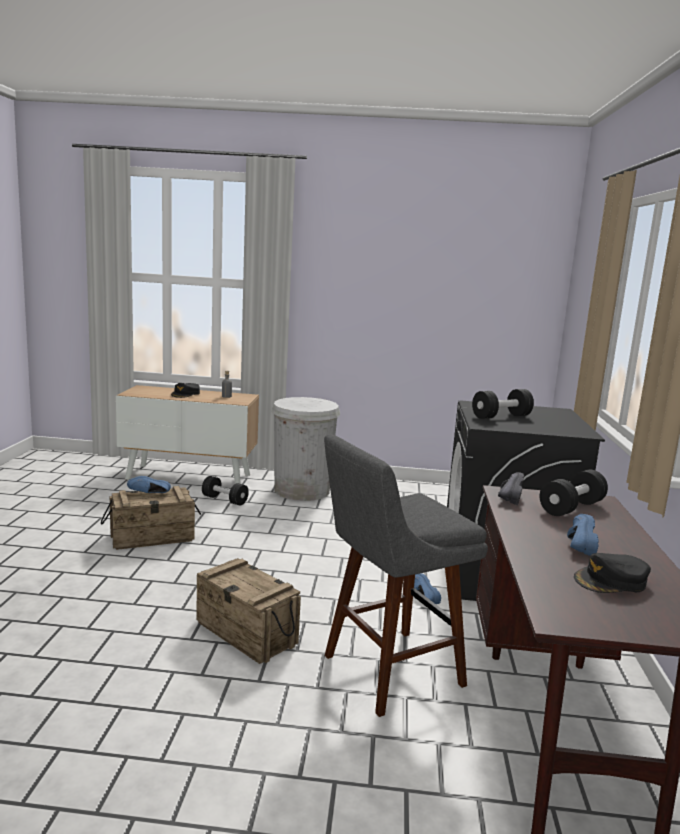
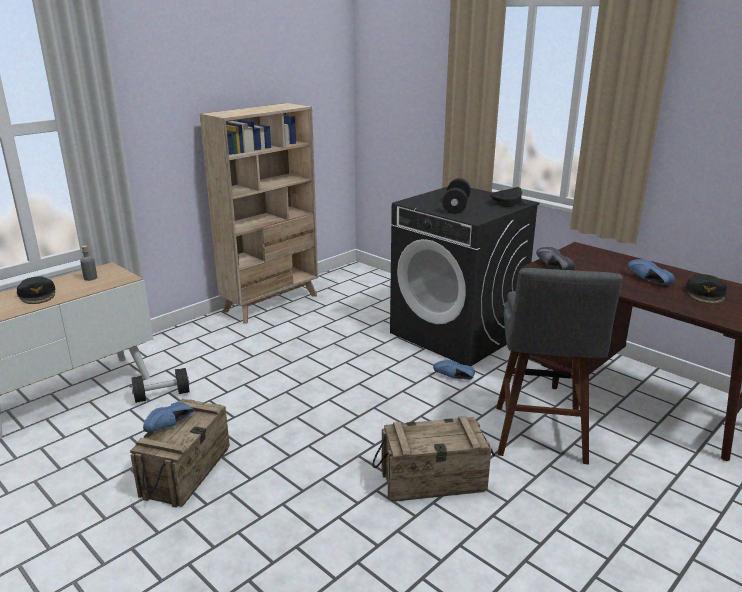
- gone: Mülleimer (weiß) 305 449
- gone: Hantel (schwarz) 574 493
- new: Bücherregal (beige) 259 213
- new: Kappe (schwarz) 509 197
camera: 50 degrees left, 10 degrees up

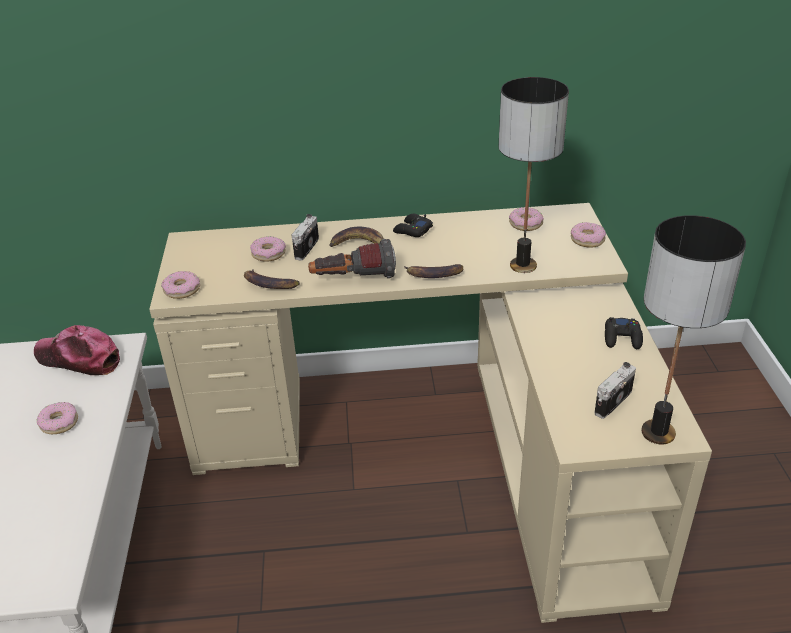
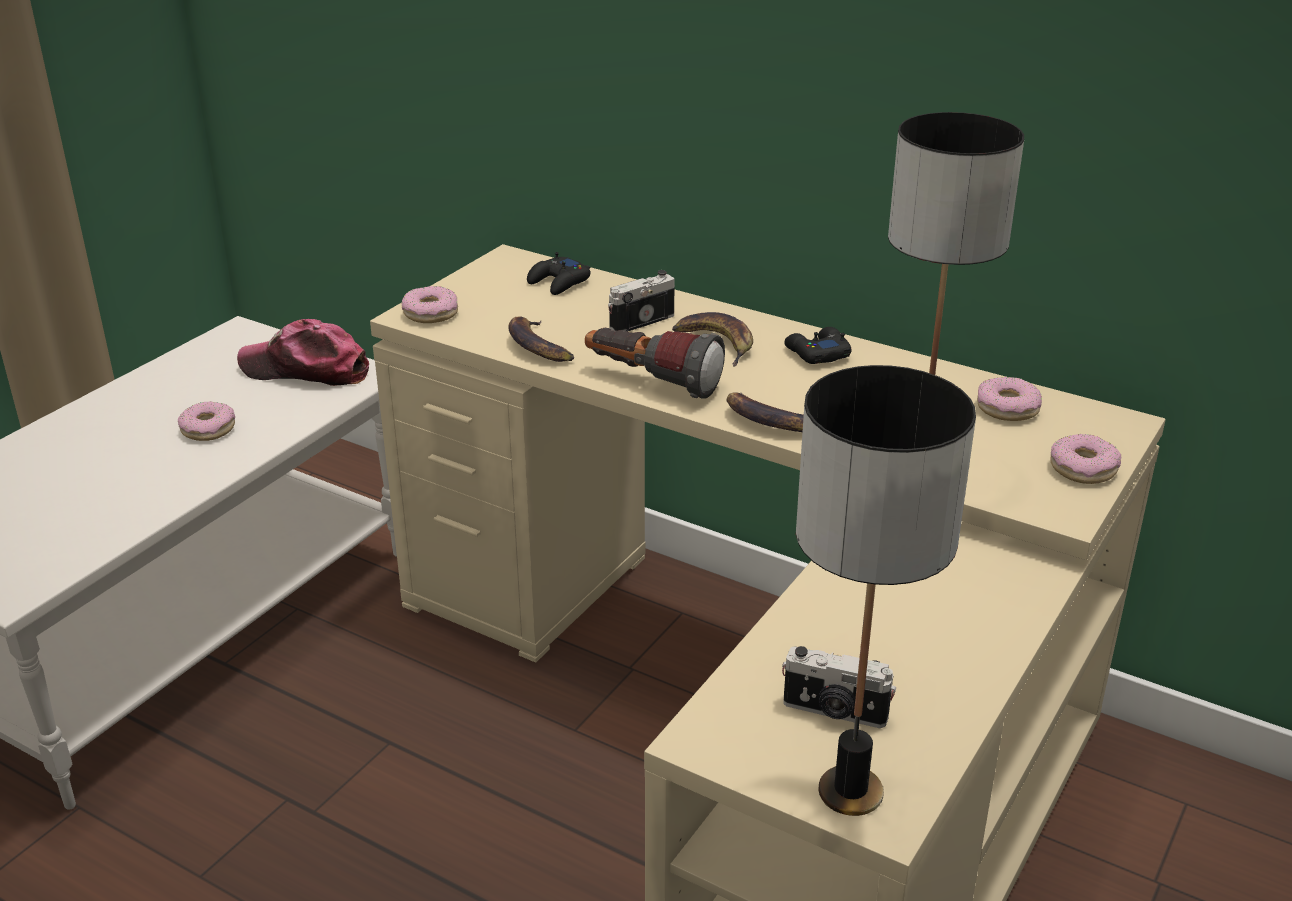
- gone: Donut 268 249
- shifted: Gamepad (schwarz) 624 333 to 558 273
- rotated: Kappe 77 350 = 303 352 45 degrees counterclockwise
- rotated: Kamera 615 390 = 839 687 150 degrees counterclockwise
camera: 35 degrees right, 5 degrees down

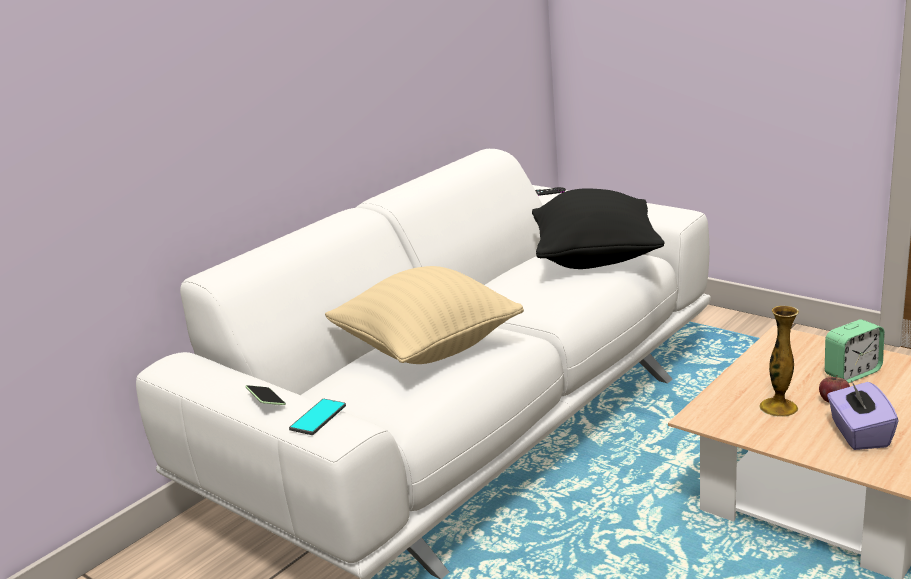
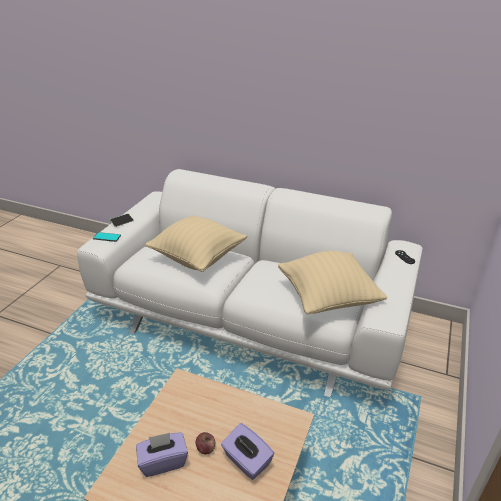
- repainted: Kissen (schwarz) 598 228 to Kissen (beige) 332 282
- gone: Vase 779 361
- swapped: Wecker 854 351 to Taschentuchbox (lila) 247 451
camera: 70 degrees right, 10 degrees up

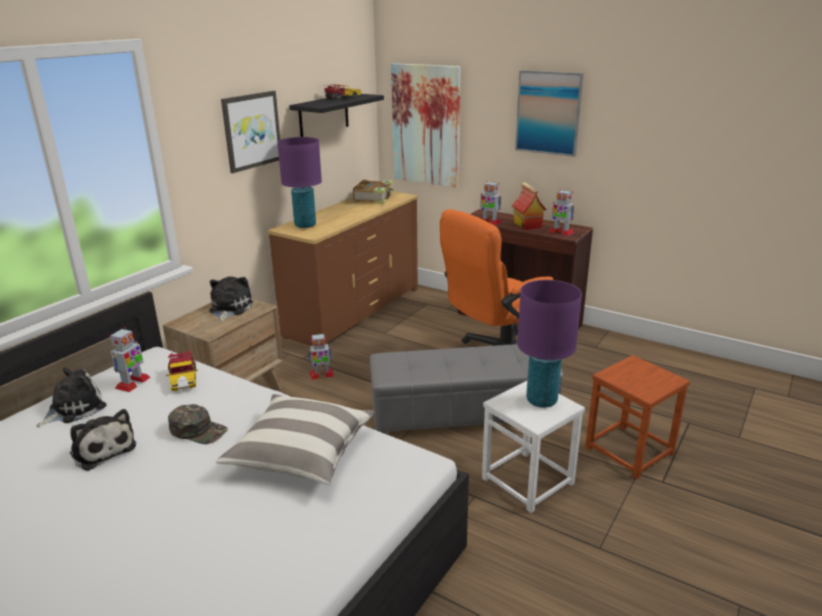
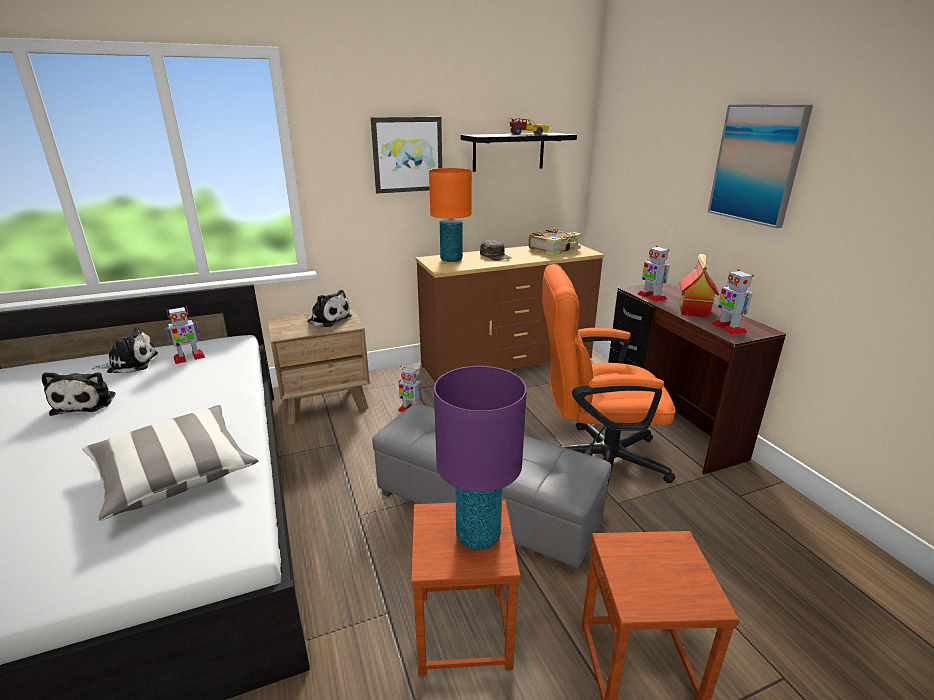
- gone: Bild 426 125
- repainted: Tischlampe (lila) 299 182 to Tischlampe (orange) 450 215
- rotated: Plüschtier 231 299 = 328 308 75 degrees clockwise
- gone: Spielzeugauto 182 370
- repainted: Hocker (weiß) 533 447 to Hocker (braun) 466 588
- shifted: Kappe (grün) 198 424 to 496 250
camera: 35 degrees right, 0 degrees up

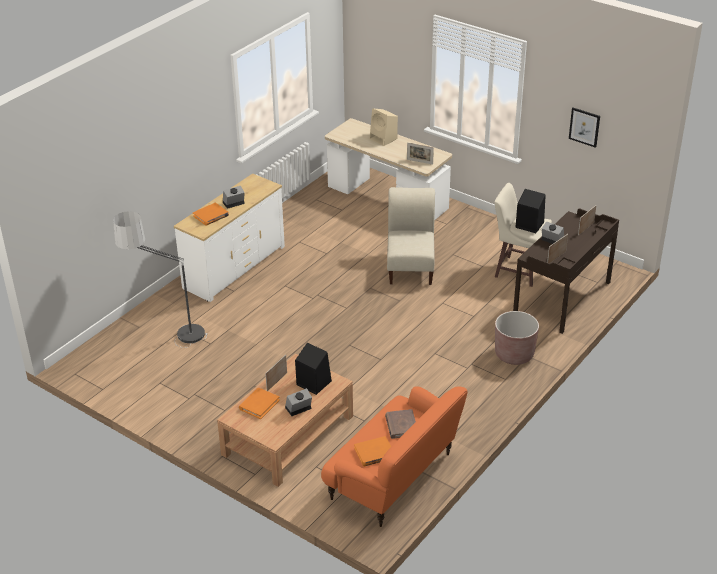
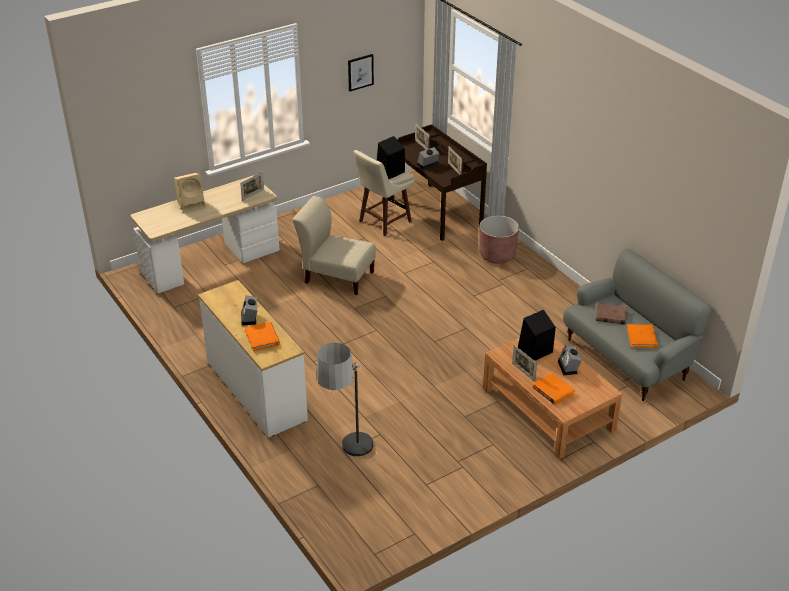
- repainted: Sofa (orange) 394 456 to Sofa (grau) 637 325
camera: 70 degrees left, 0 degrees up

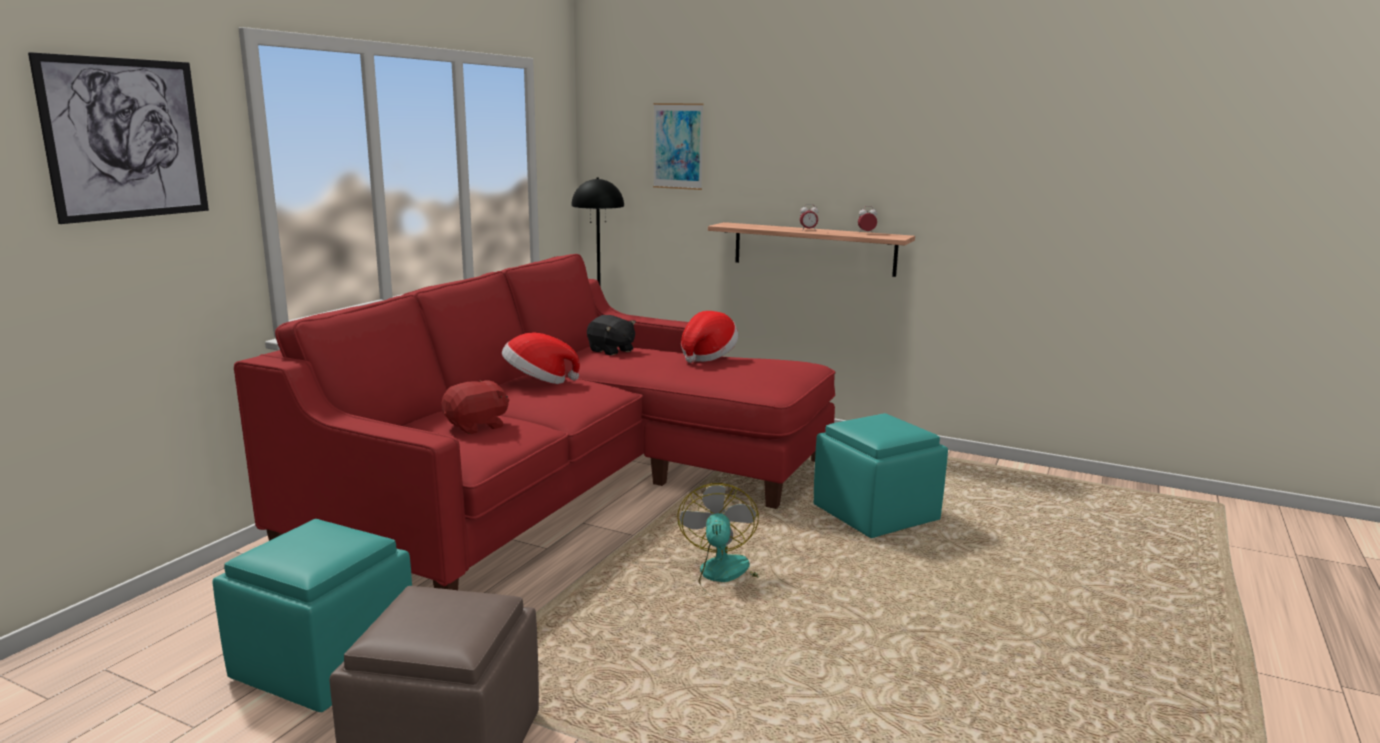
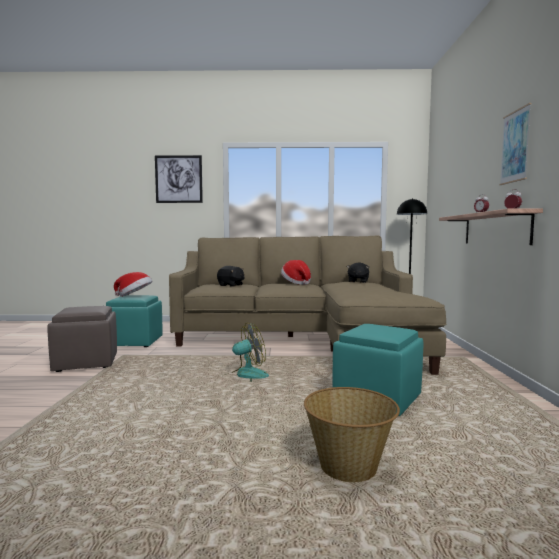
- shifted: Bild 678 146 to 515 144
- repainted: Sofa (rot) 534 422 to Sofa (beige) 307 305
- shifted: Hut 709 337 to 133 284
- repainted: Plüschtier (rot) 475 407 to Plüschtier (schwarz) 231 276
- new: Korb 352 434
camera: 65 degrees right, 10 degrees down

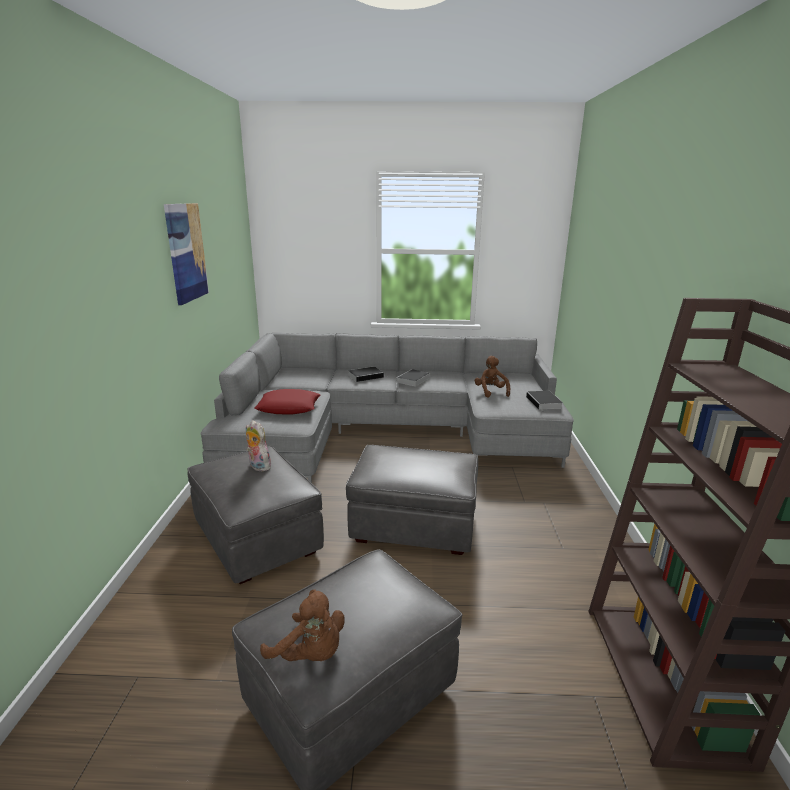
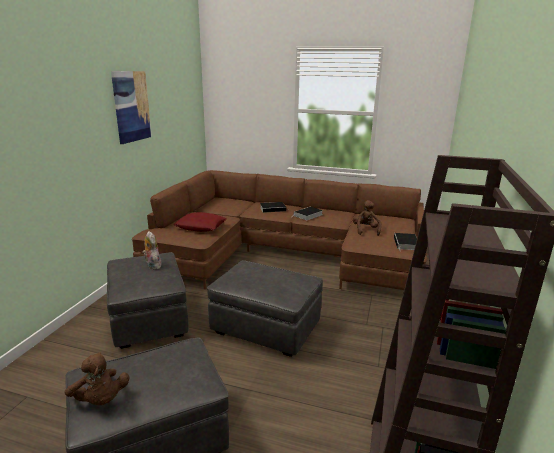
- repainted: Sofa (grau) 387 408 to Sofa (braun) 279 230
camera: 15 degrees right, 0 degrees up

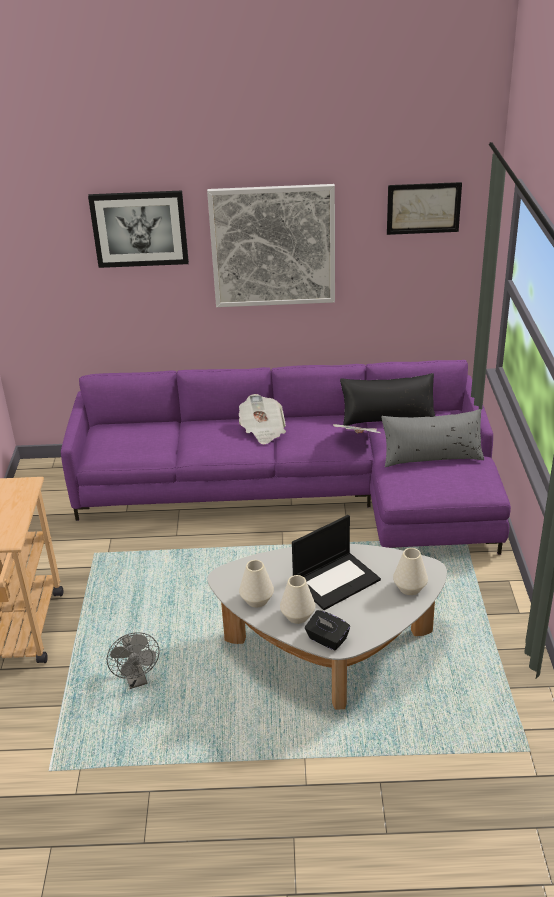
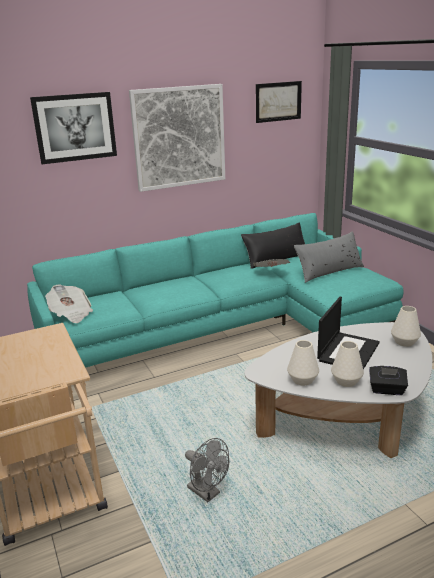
- repainted: Sofa (lila) 286 457 to Sofa (türkis) 215 290
- shifted: Zeitung 262 419 to 69 303
camera: 25 degrees left, 10 degrees down

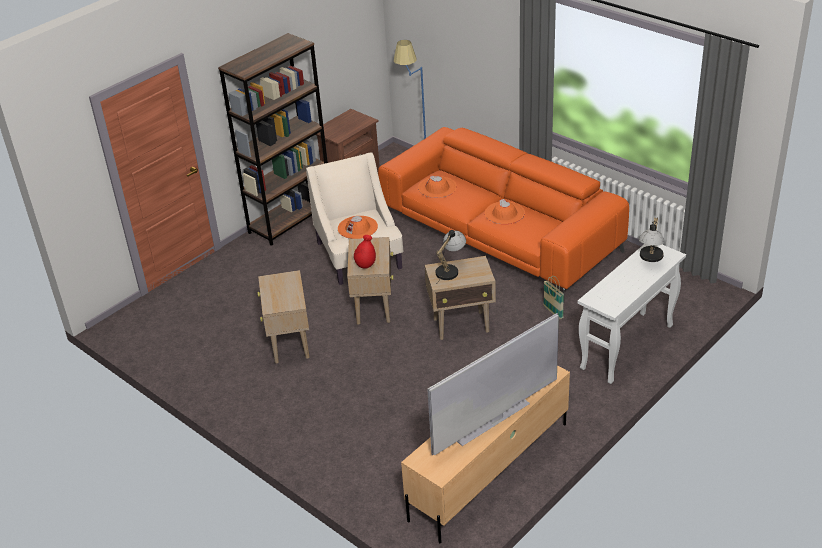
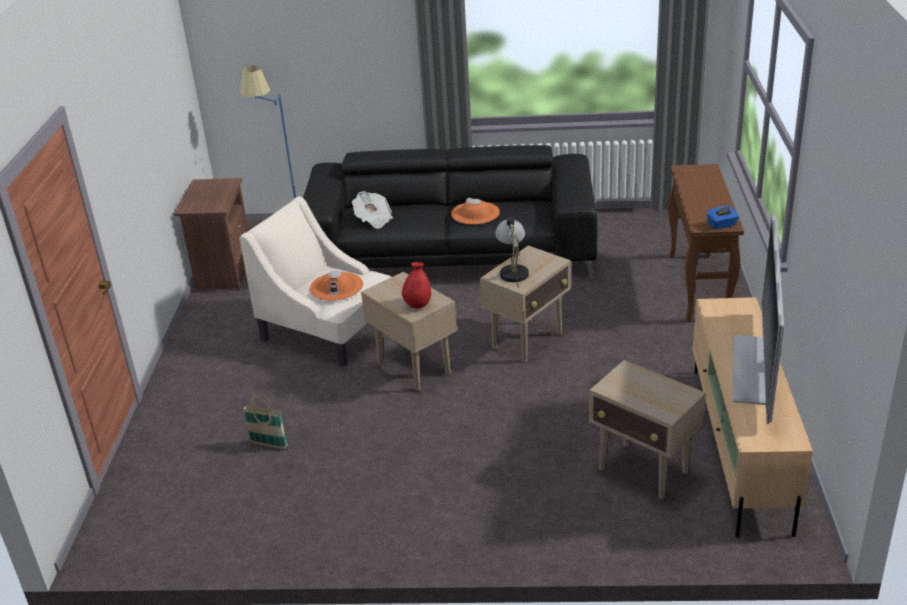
- gone: Bücherregal (braun) 273 139
- repainted: Sofa (orange) 503 215 to Sofa (schwarz) 450 212
- swapped: Hut (orange) 437 187 to Zeitung 372 210
- gone: Tischlampe 651 239
- repainted: Konsolentisch (weiß) 632 314 to Konsolentisch (braun) 706 243
- shifted: Beistelltisch (beige) 283 316 to 647 429
- shifted: Korb 553 297 to 265 421
- new: Taschentuchbox (blau) 723 218
camera: 40 degrees left, 5 degrees down

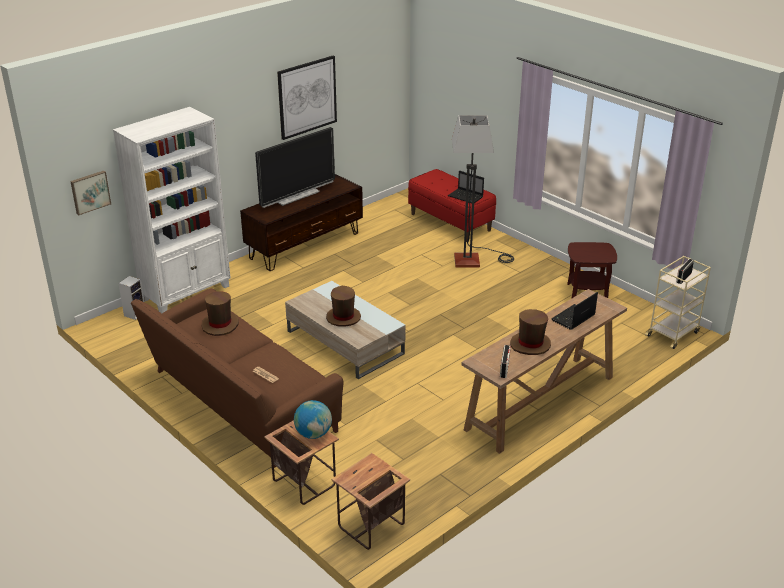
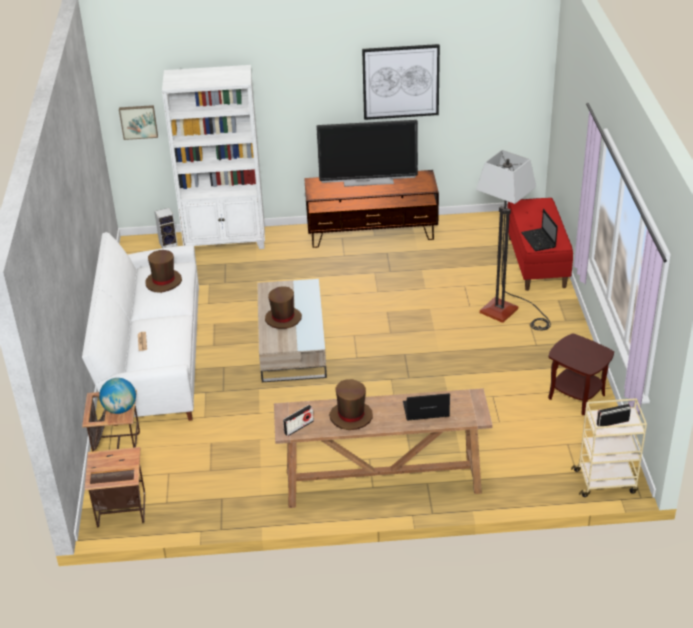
- repainted: Sofa (braun) 237 378 to Sofa (weiß) 140 329
camera: 40 degrees right, 5 degrees up

